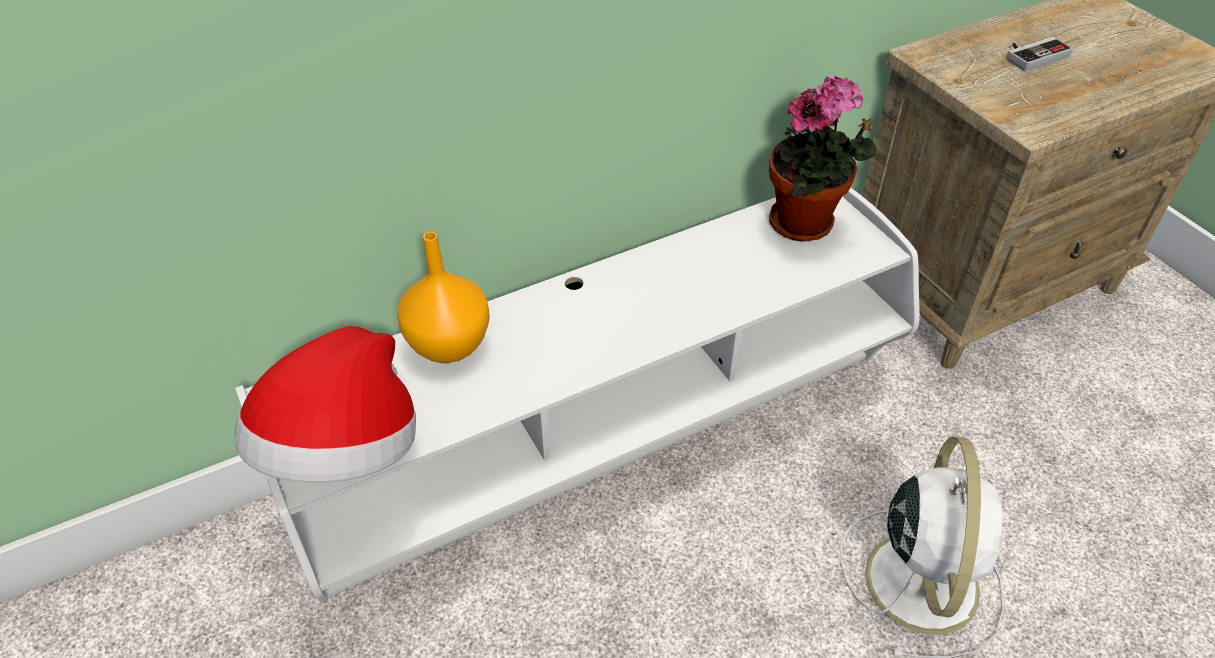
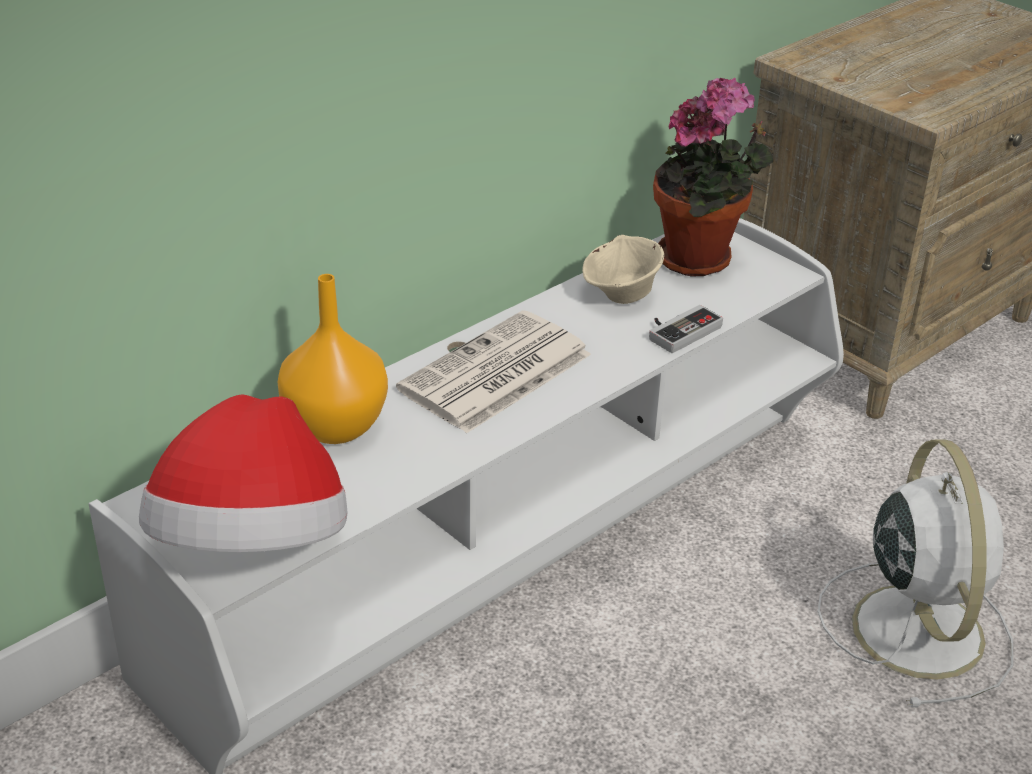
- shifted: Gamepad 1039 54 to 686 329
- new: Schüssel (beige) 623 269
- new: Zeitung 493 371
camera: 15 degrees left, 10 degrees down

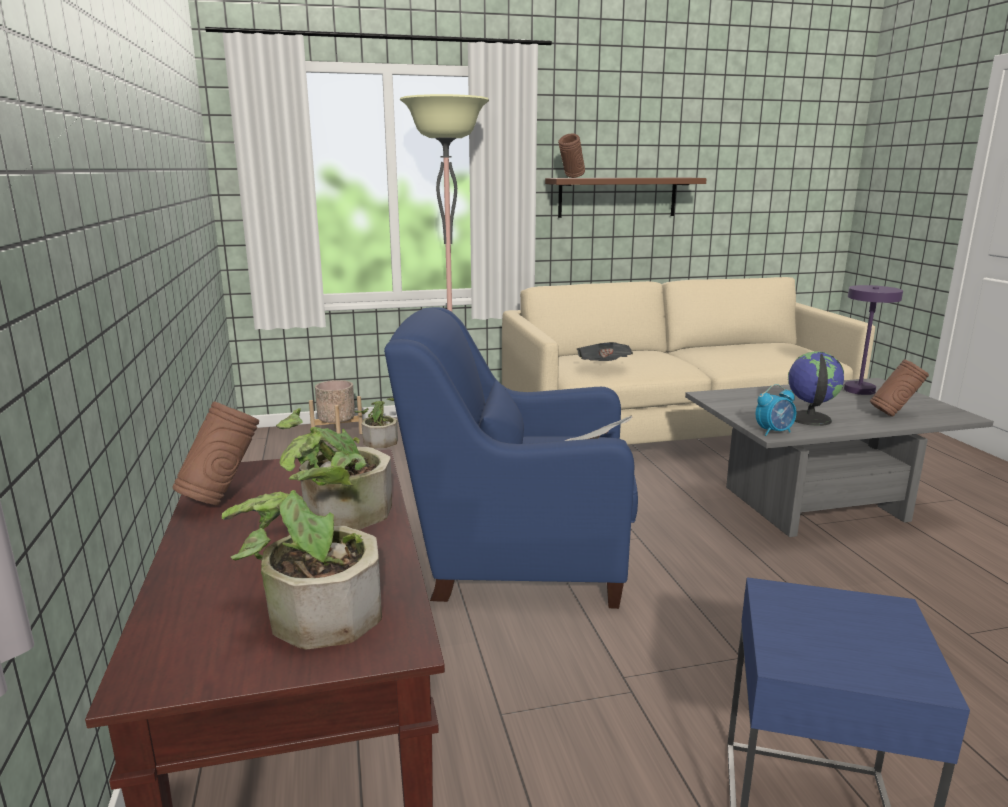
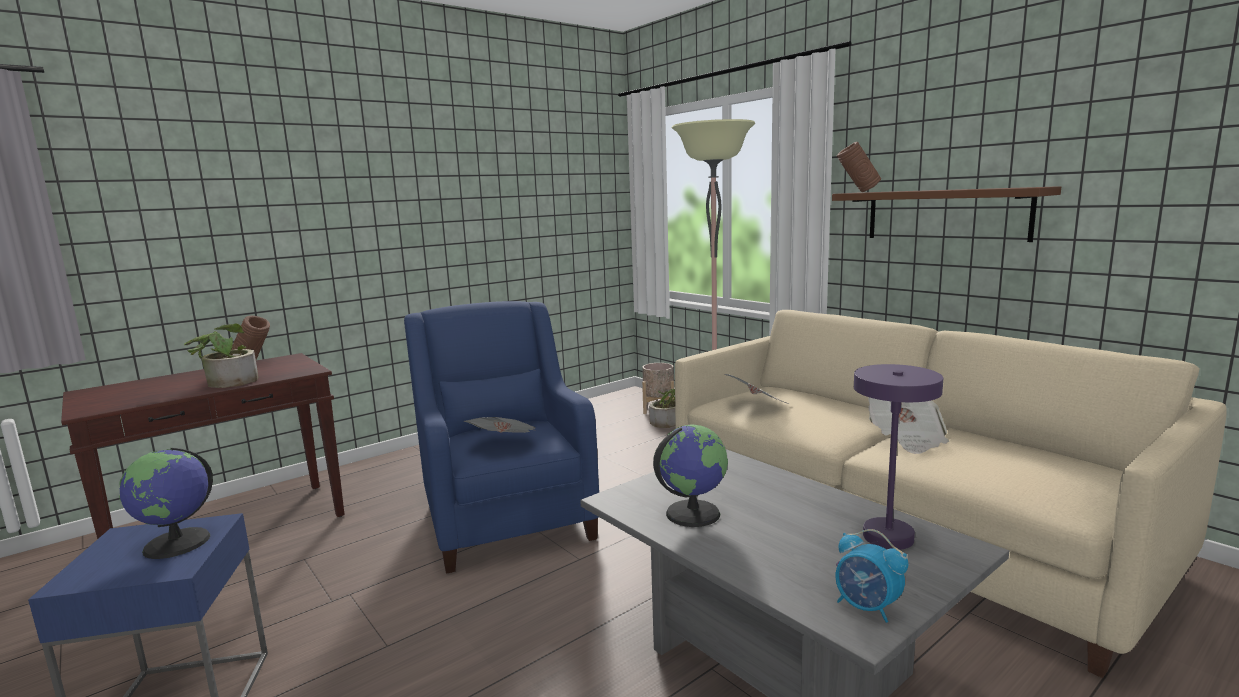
- gone: Vase (braun) 899 388
- shifted: Wecker 775 410 to 872 576
- gone: Topfpflanze 302 558
- new: Zeitung 908 425
- new: Globus 166 503
camera: 65 degrees right, 5 degrees down

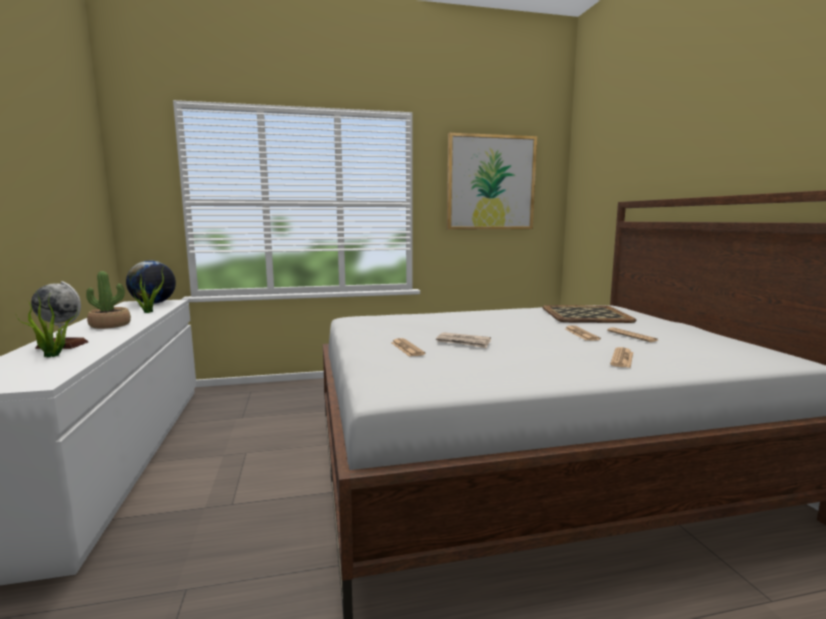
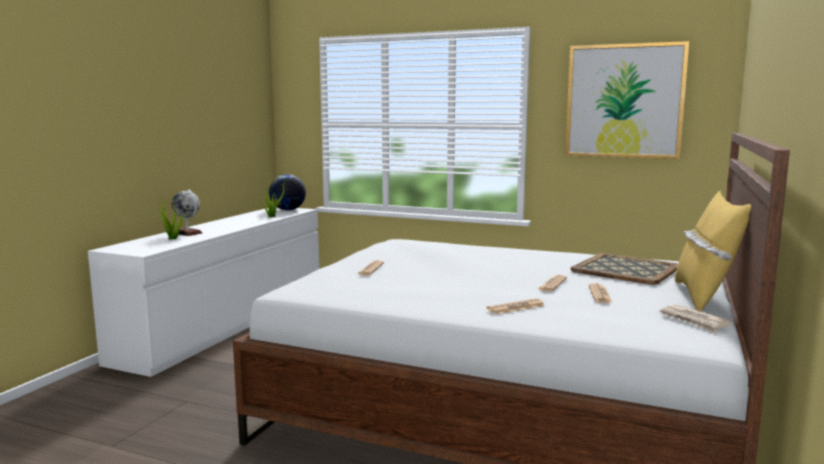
- gone: Topfpflanze 108 300
- shifted: Zeitung 463 340 to 695 318
- new: Kissen (gelb) 713 251
camera: 35 degrees right, 0 degrees up

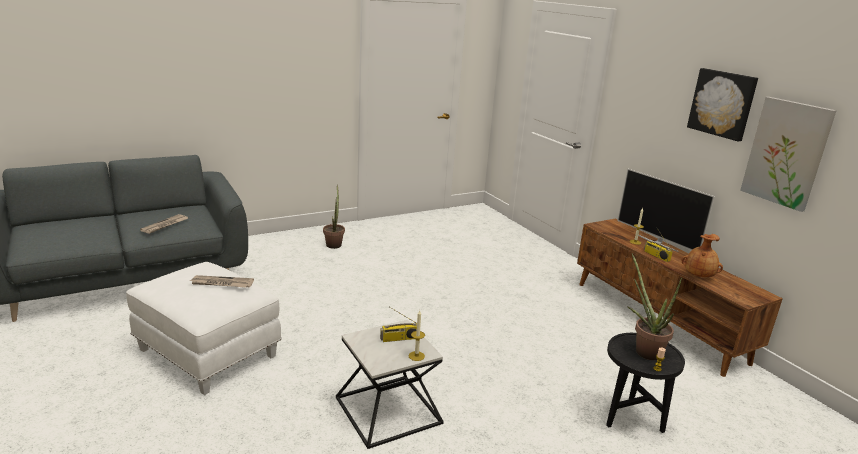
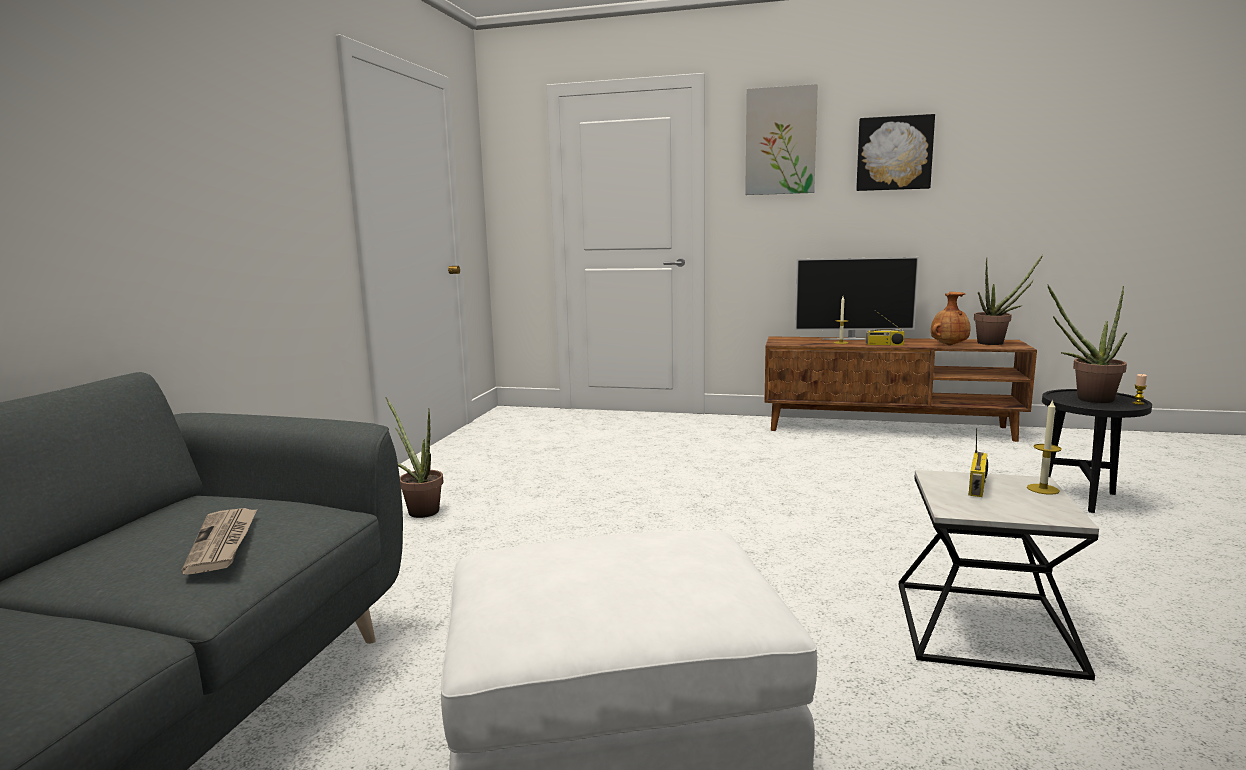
- shifted: Bild 788 154 to 781 139
- gone: Zeitung 222 281
- new: Topfpflanze 1008 299
camera: 45 degrees left, 10 degrees down

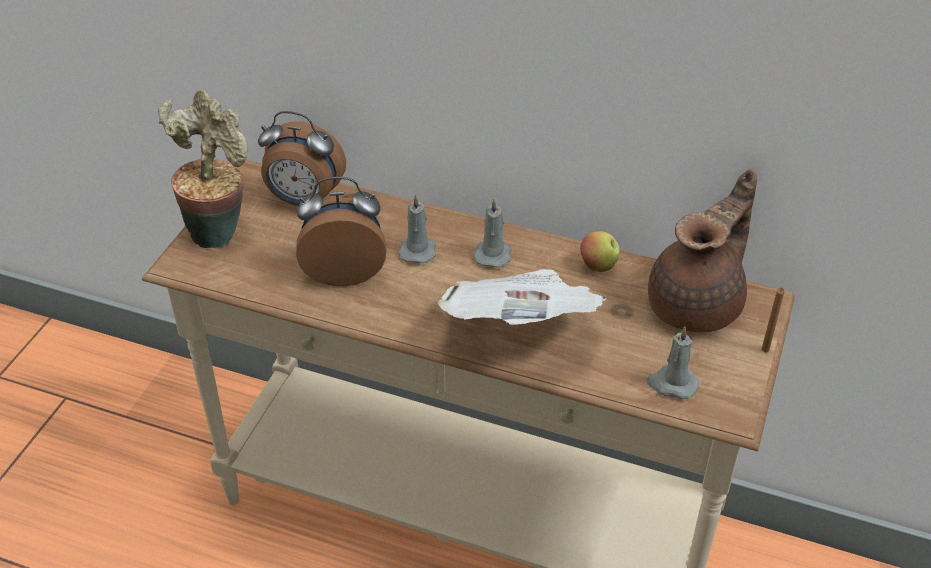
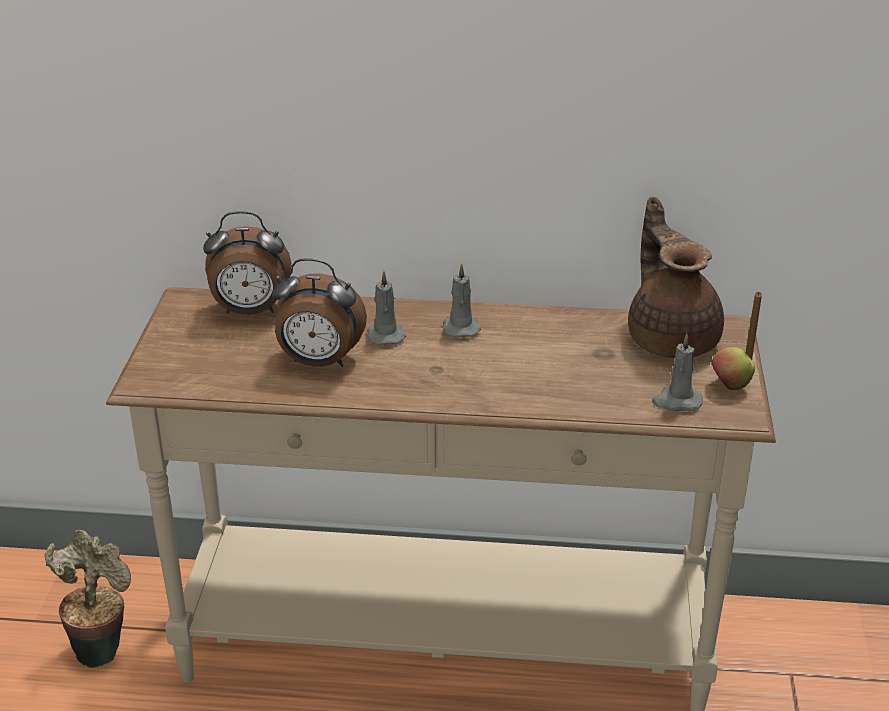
- shifted: Topfpflanze 203 169 to 88 599
- rotated: Teekanne (braun) 702 250 = 676 277 45 degrees counterclockwise
- rotated: Wecker 341 231 = 319 312 150 degrees counterclockwise
- shifted: Apfel 600 251 to 733 368
- gone: Zeitung 522 297
camera: 15 degrees left, 10 degrees down

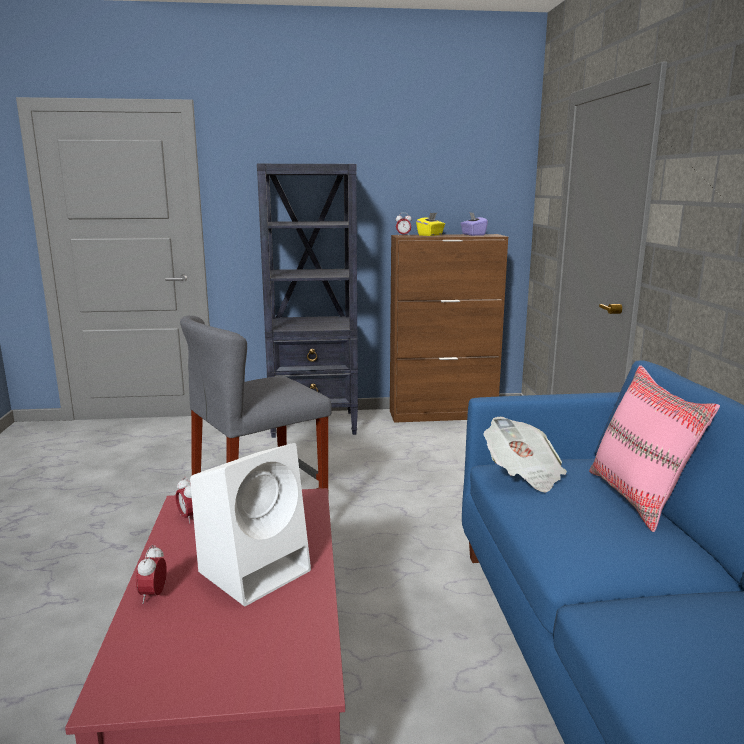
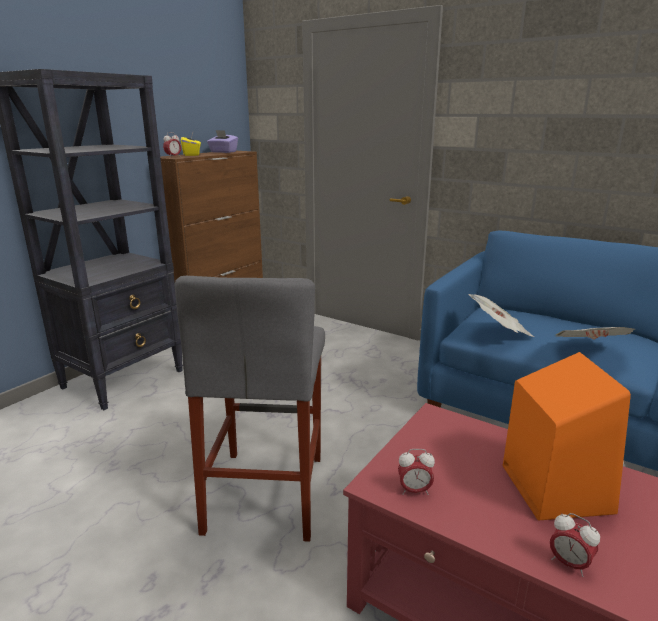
- gone: Kissen (rosa) 654 448
- repainted: Lautsprecher (weiß) 250 524 to Lautsprecher (orange) 567 436
- new: Zeitung 596 333
camera: 50 degrees left, 5 degrees up

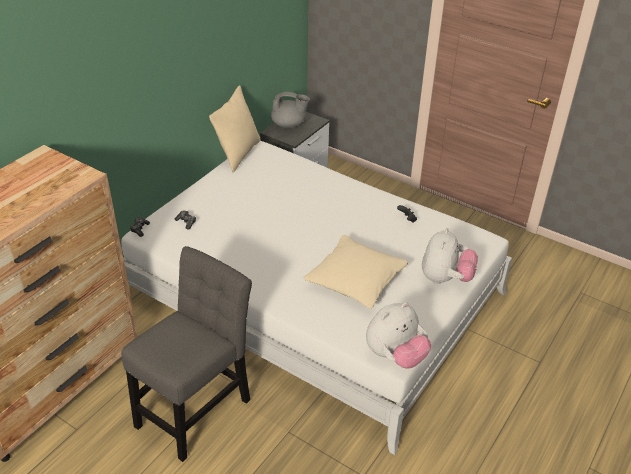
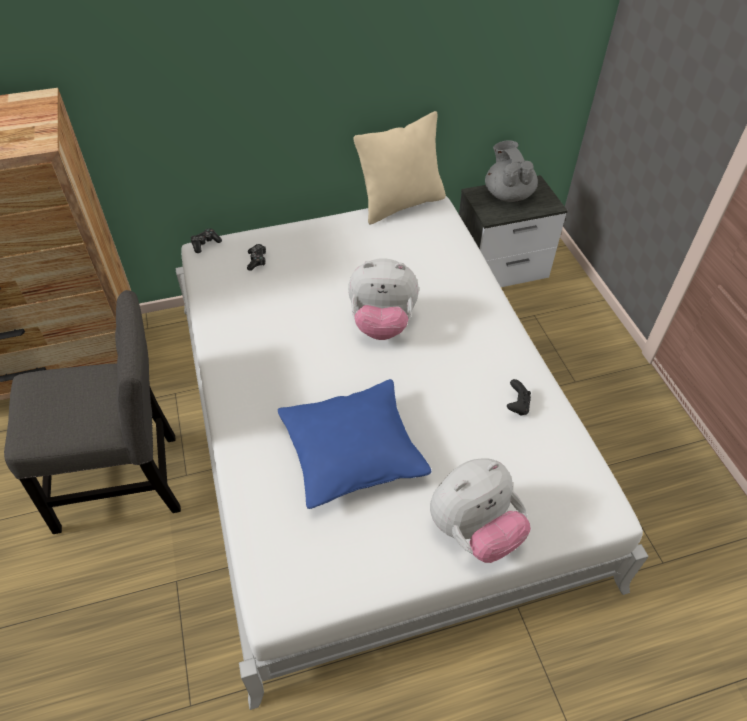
- rotated: Teekanne (grau) 290 110 = 511 171 150 degrees counterclockwise
- repainted: Kissen (beige) 355 272 to Kissen (blau) 354 444
- shifted: Plüschtier 398 335 to 383 299
camera: 40 degrees right, 10 degrees up

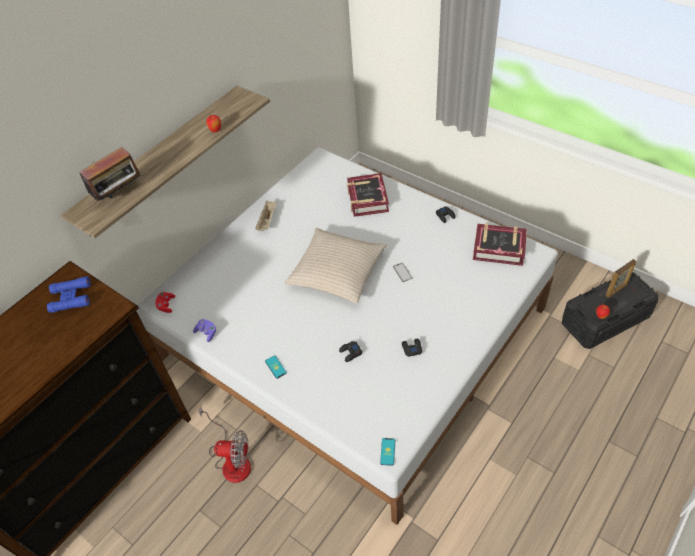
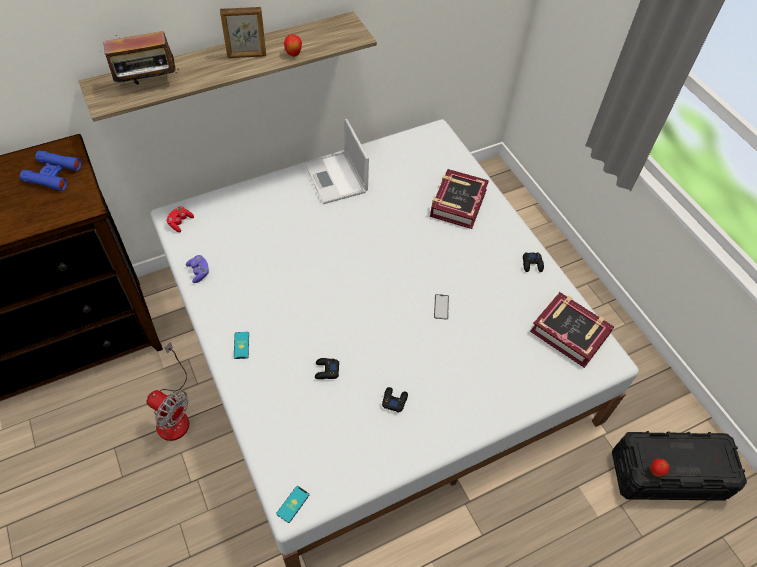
- swapped: Tablett (beige) 265 215 to Laptop 336 161
- gone: Kissen (beige) 335 266
- shifted: Bilderrahmen 620 278 to 243 32
camera: 20 degrees right, 5 degrees up

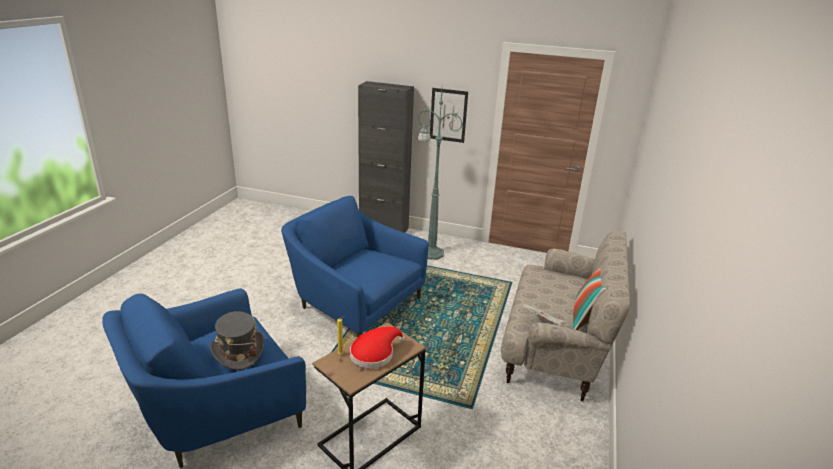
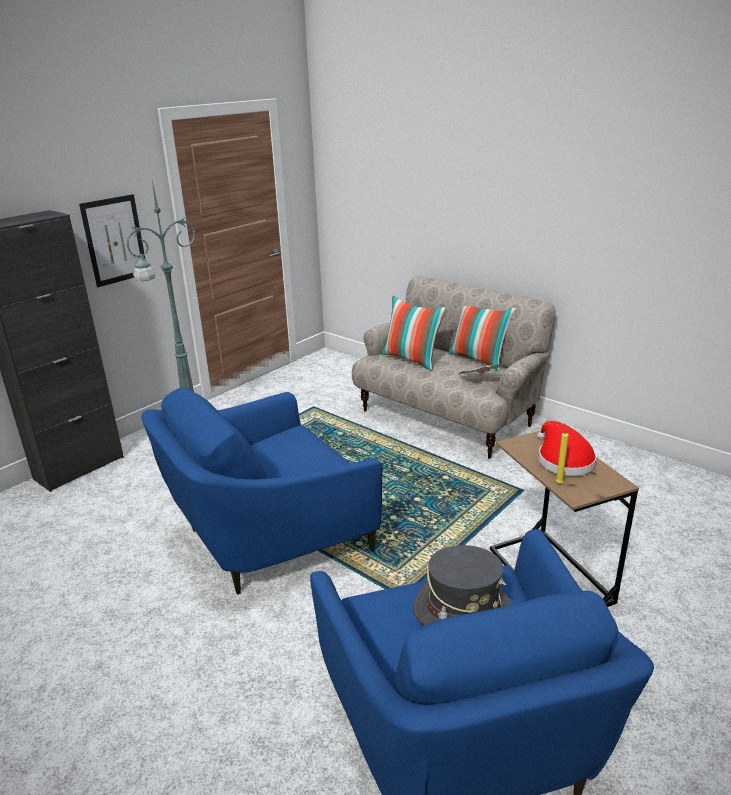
- new: Kissen 413 333
camera: 65 degrees left, 0 degrees up

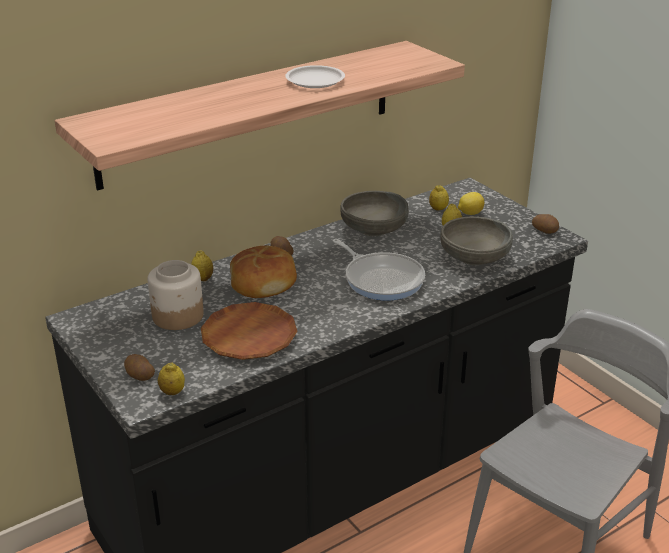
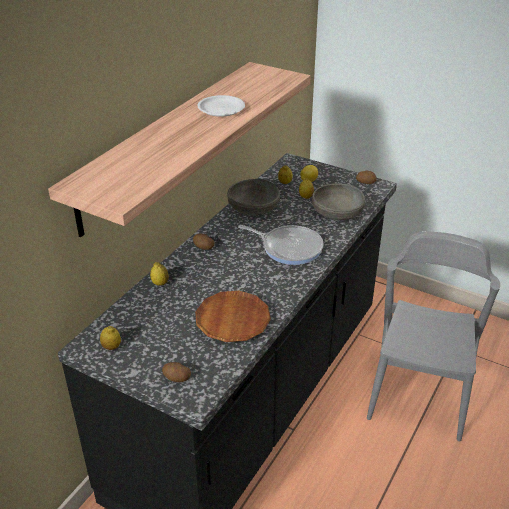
- gone: Brot 263 271
- gone: Vorratsglas 176 295
- shifted: Zitrone 171 379 to 110 338
camera: 25 degrees left, 5 degrees up

